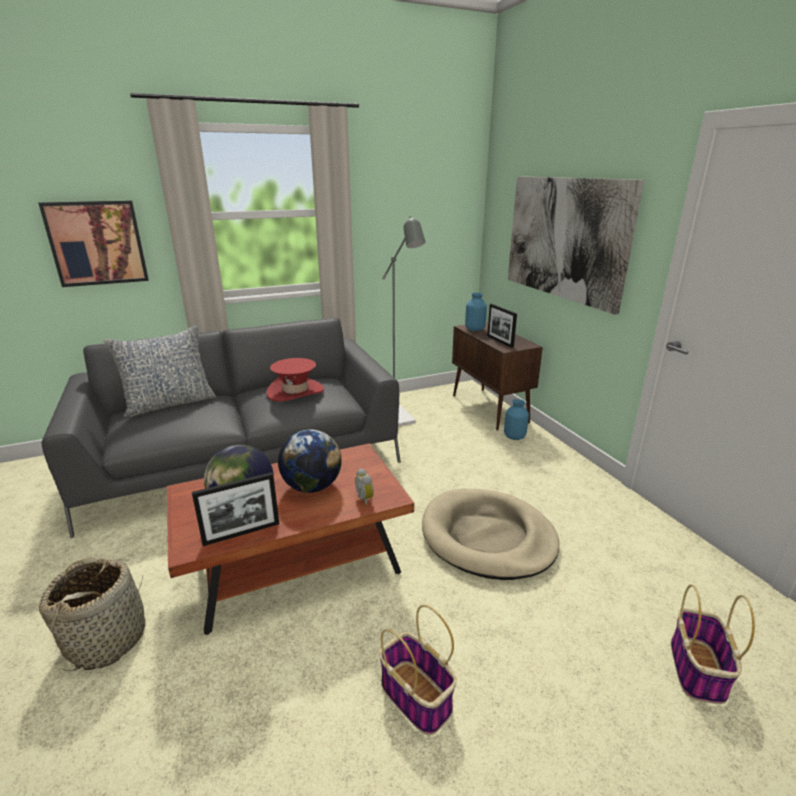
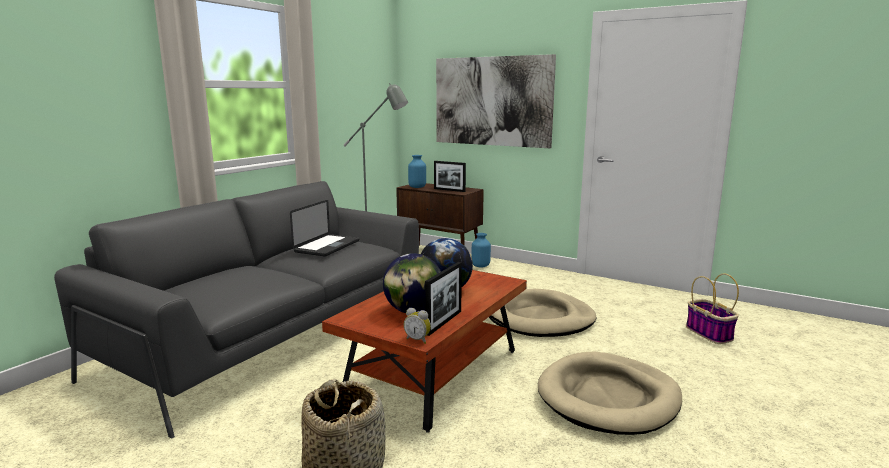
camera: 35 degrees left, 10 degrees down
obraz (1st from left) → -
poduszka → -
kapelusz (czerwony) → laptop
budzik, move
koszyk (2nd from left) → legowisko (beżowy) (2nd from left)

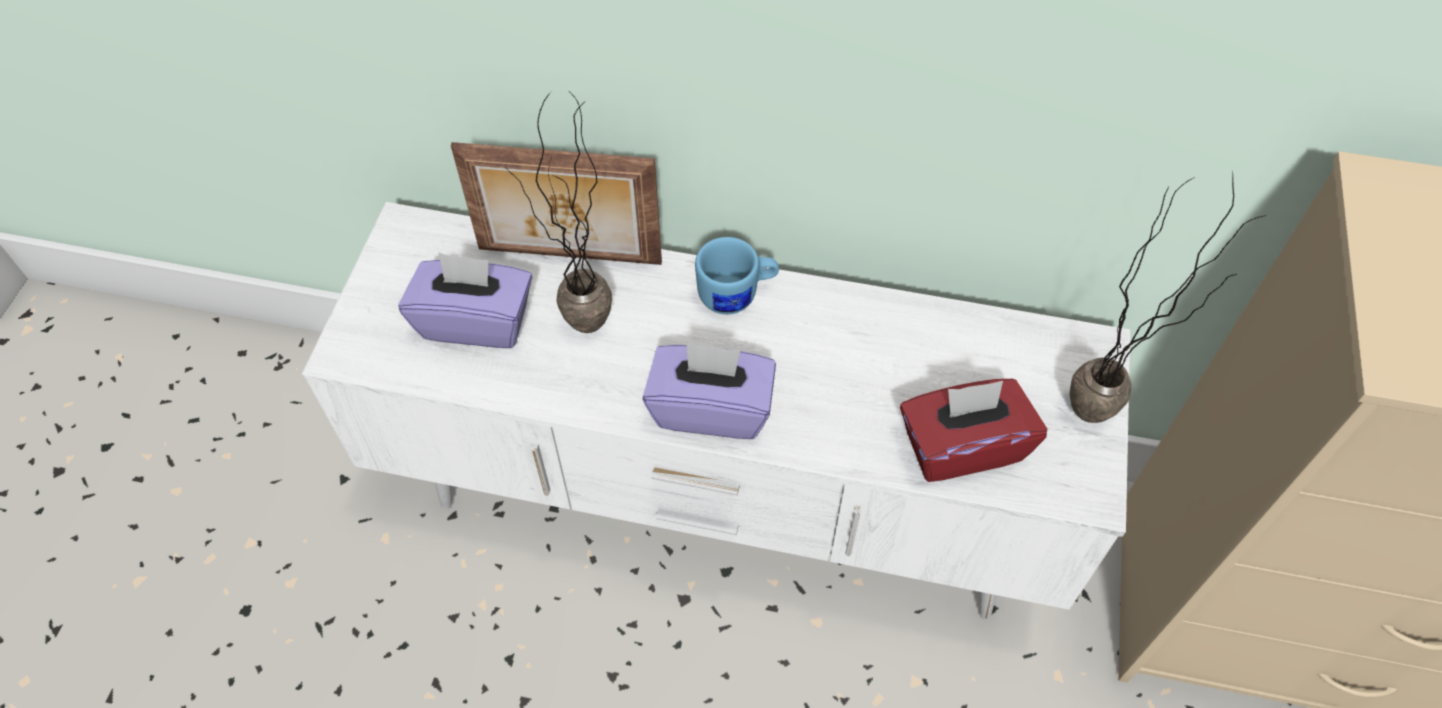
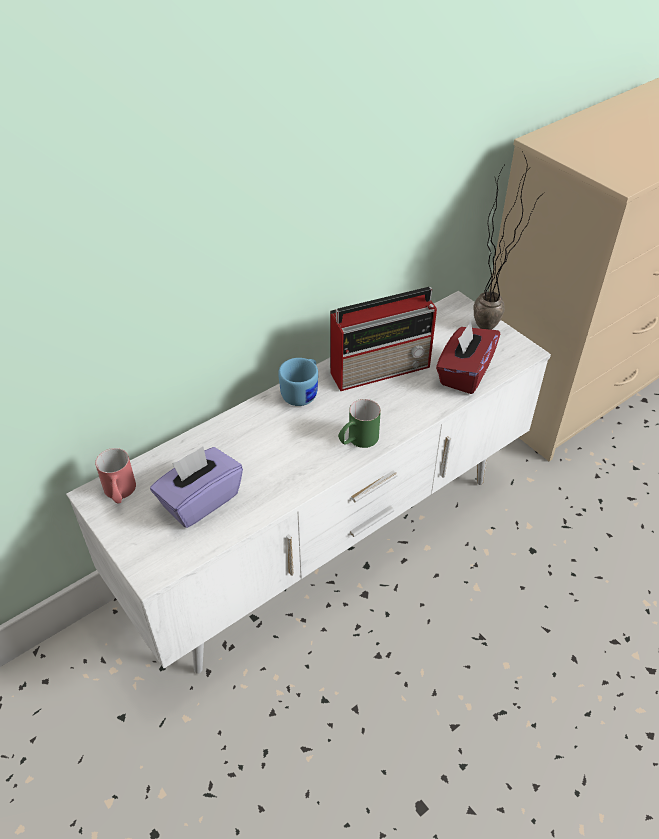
camera: 50 degrees left, 10 degrees down
roślina doniczkowa (1st from left) → -
ramka na zdjęcie → -
pudełko chusteczek (fioletowy) (2nd from left) → kubek (zielony)
- → radio
- → kubek (czerwony)

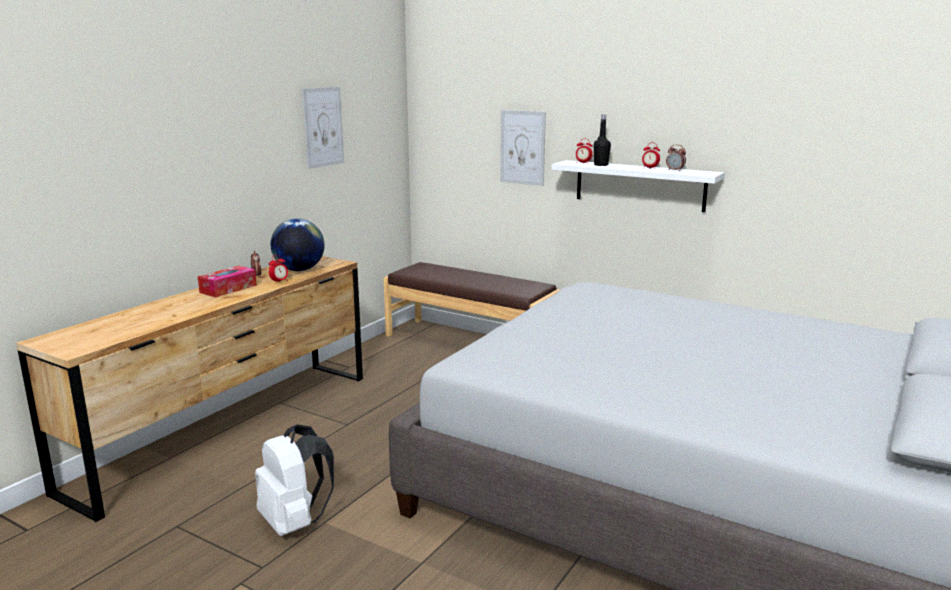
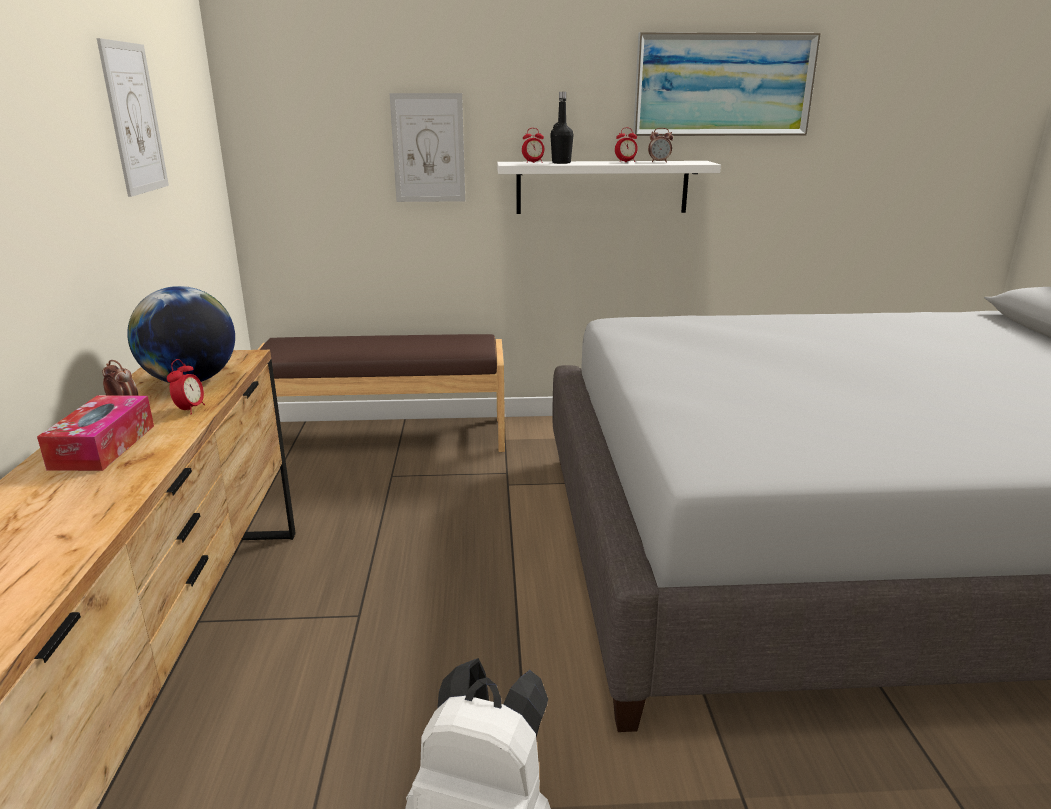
camera: 35 degrees left, 5 degrees up
- → obraz (3rd from left)

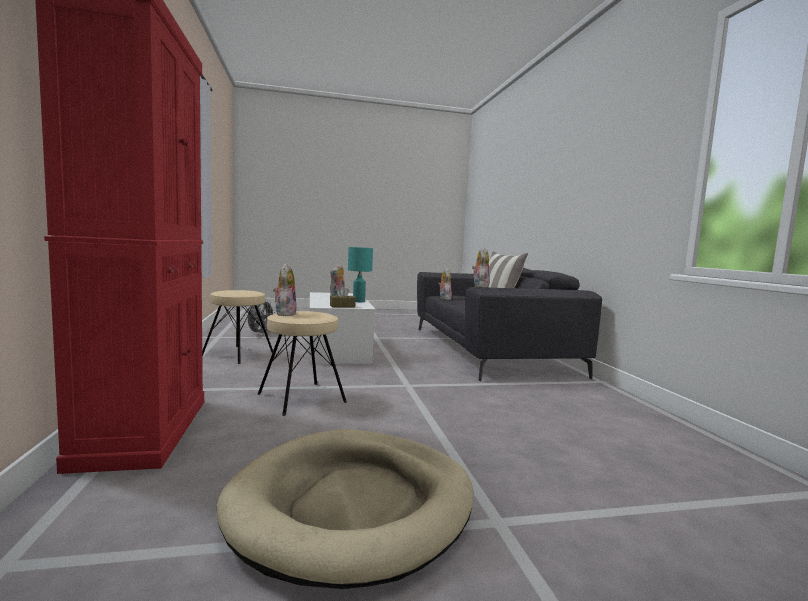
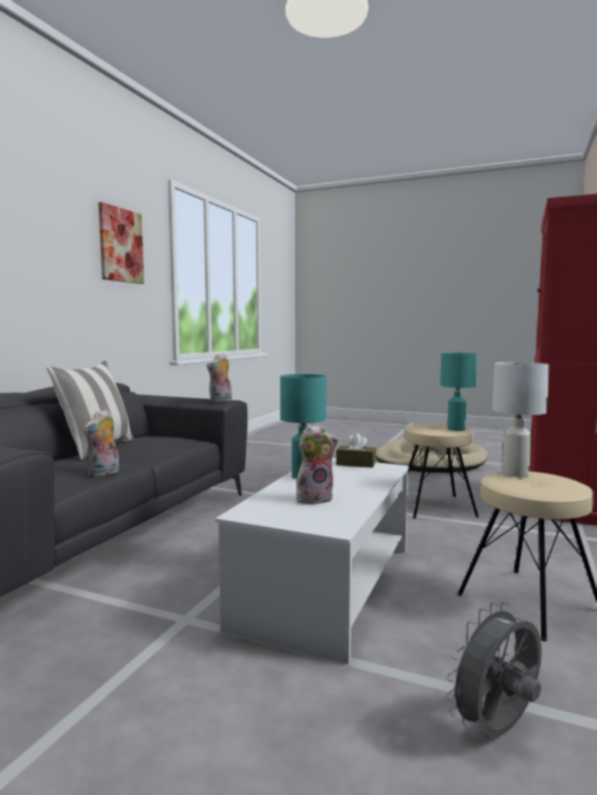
camera: 145 degrees left, 0 degrees up
pluszak (1st from left) → lampa stołowa (turkusowy) (2nd from left)
- → obraz
- → lampa stołowa (biały)

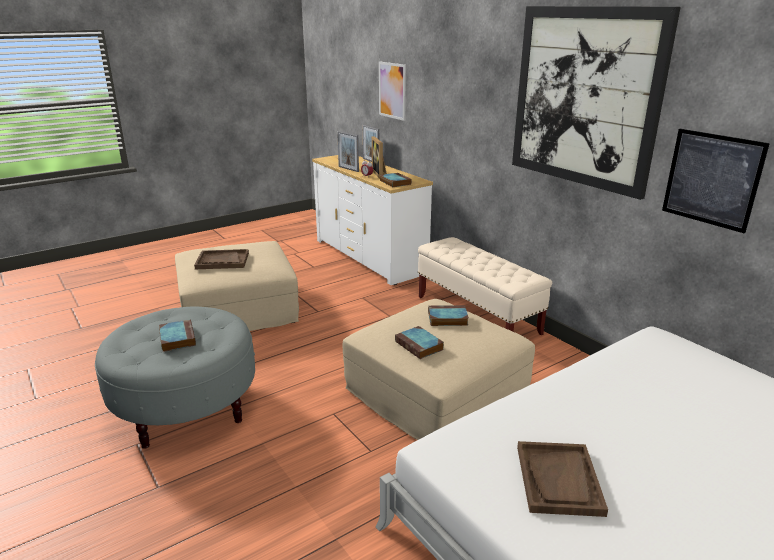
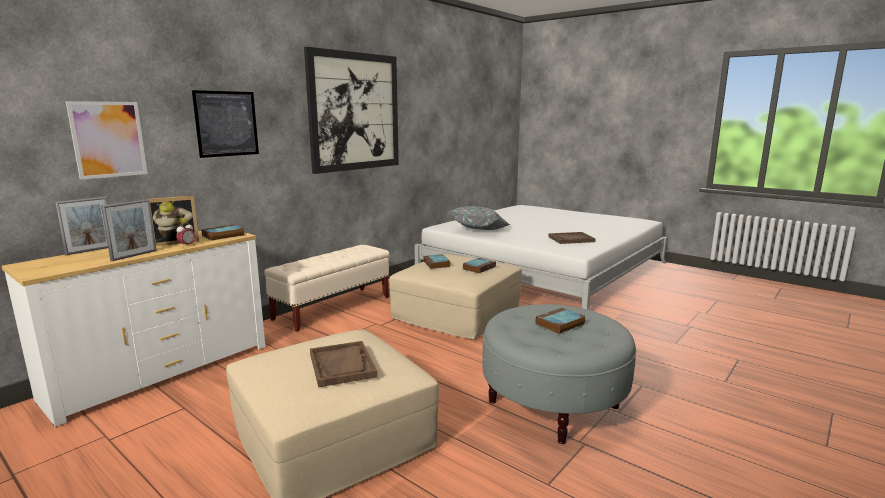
camera: 105 degrees left, 10 degrees down
obraz (3rd from left in the first image) → obraz (2nd from left), move
- → poduszka (szary)

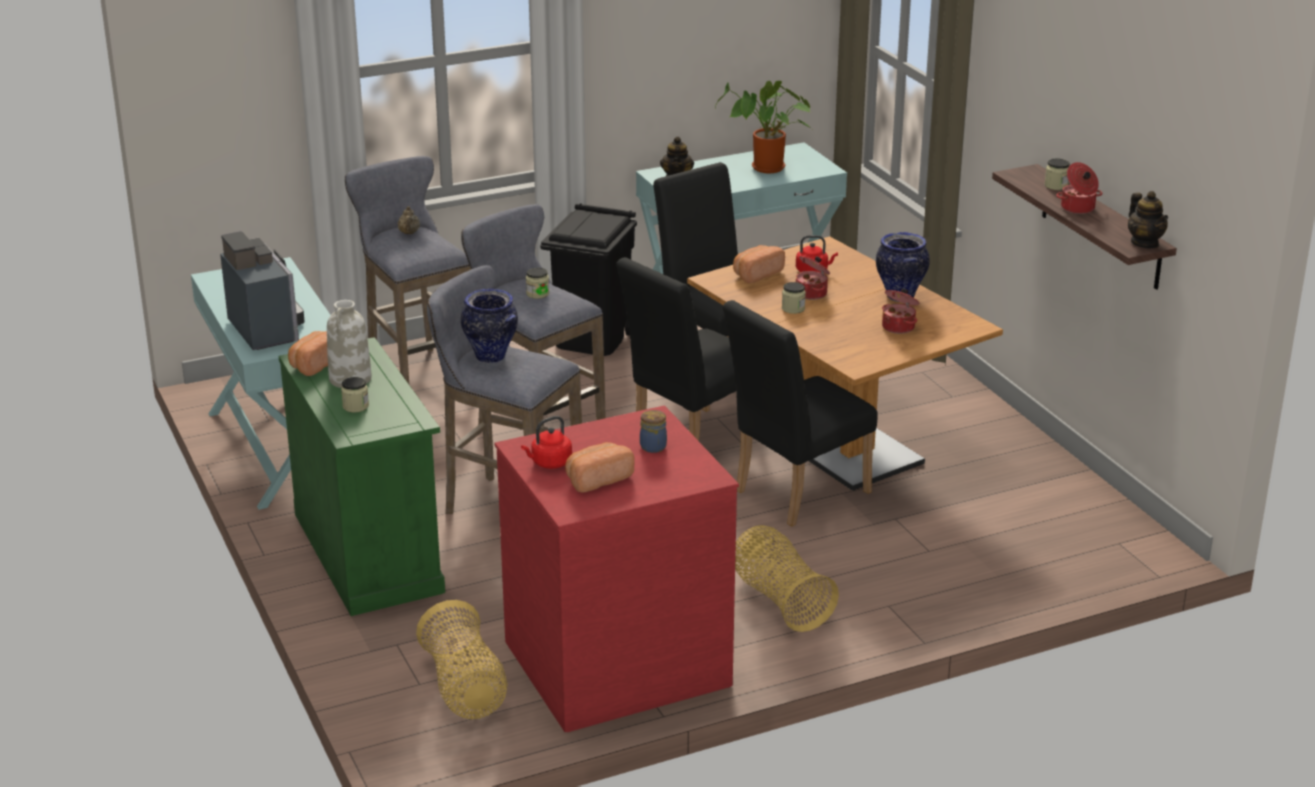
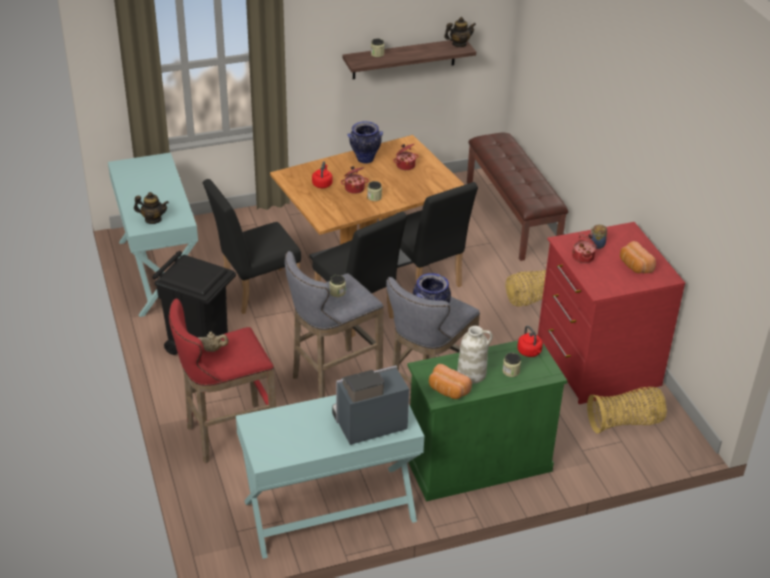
camera: 85 degrees left, 10 degrees up
roślina doniczkowa → -
stołek (szary) (1st from left) → stołek (czerwony)
garnek (3rd from left), move
chleb (3rd from left) → -
czajnik (czerwony) (1st from left in the first image) → czajnik (czerwony) (2nd from left), move
- → ławka (brązowy)

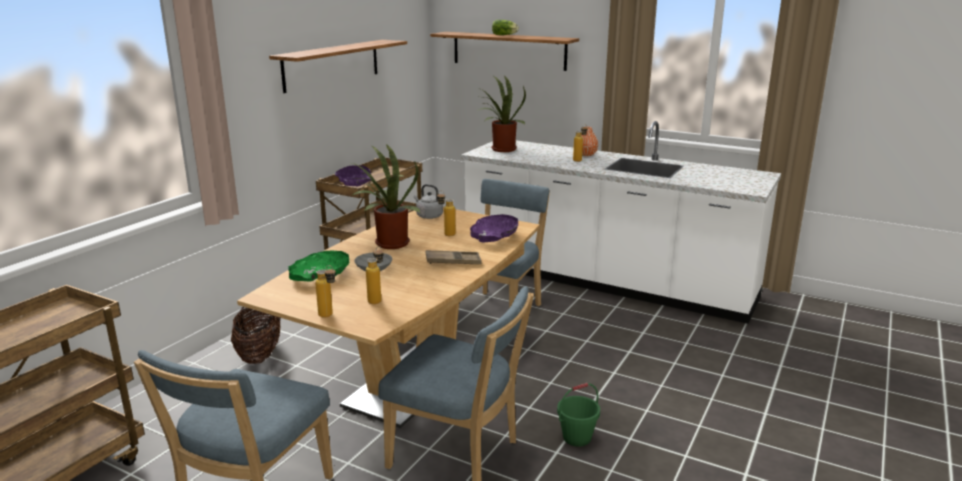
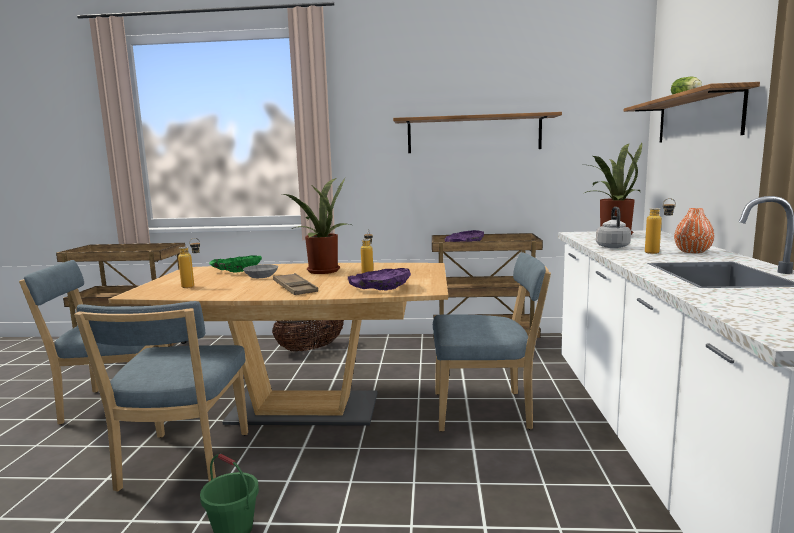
camera: 65 degrees right, 10 degrees down
czajnik (szary), move
butelka (1st from left) → -

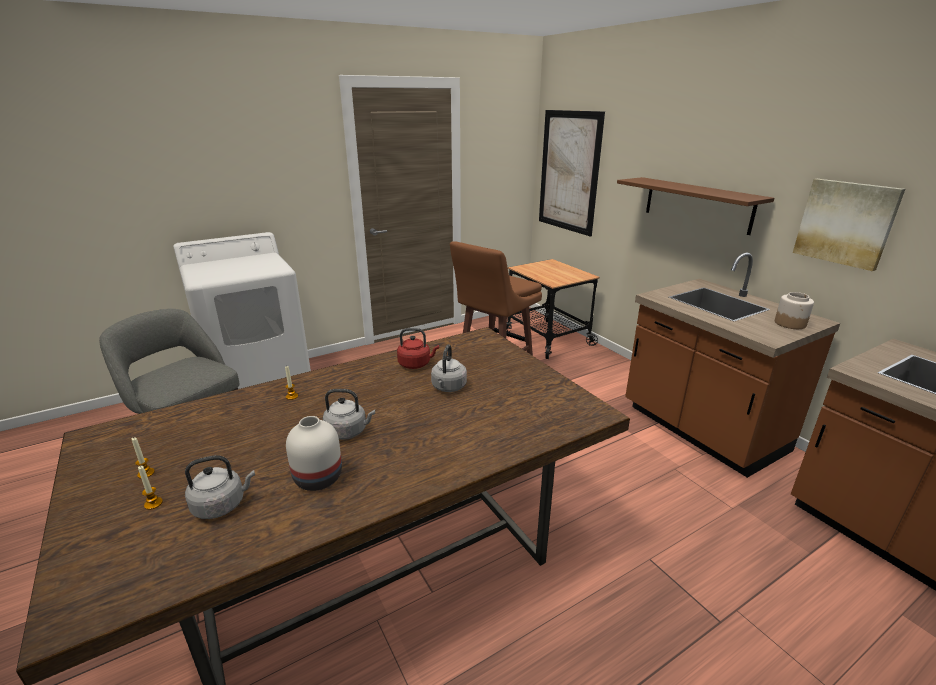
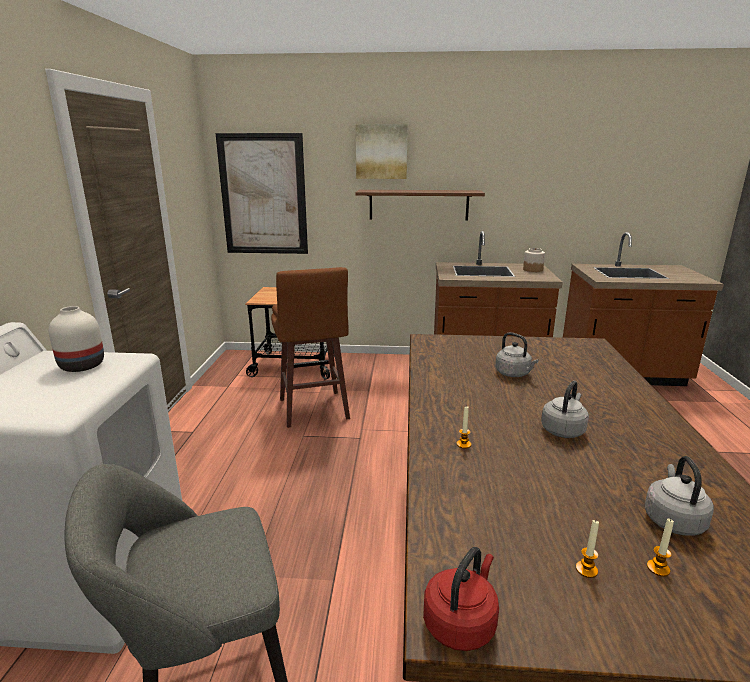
camera: 55 degrees left, 5 degrees down
obraz (2nd from left), move
czajnik (czerwony), move
wazon (biały), move

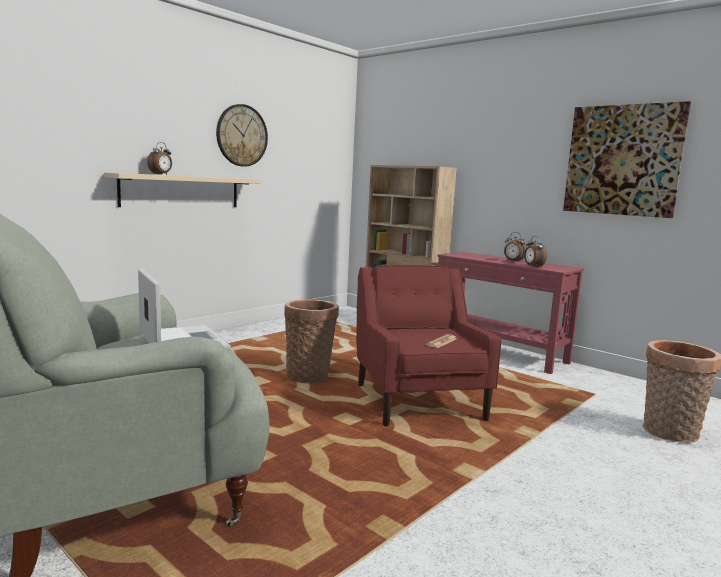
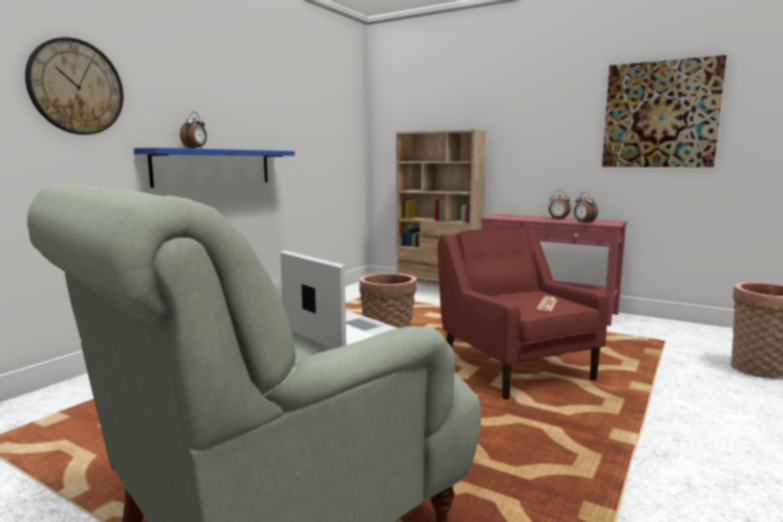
camera: 10 degrees left, 0 degrees up
zegar ścienny, move
półka (beżowy) → półka (niebieski)

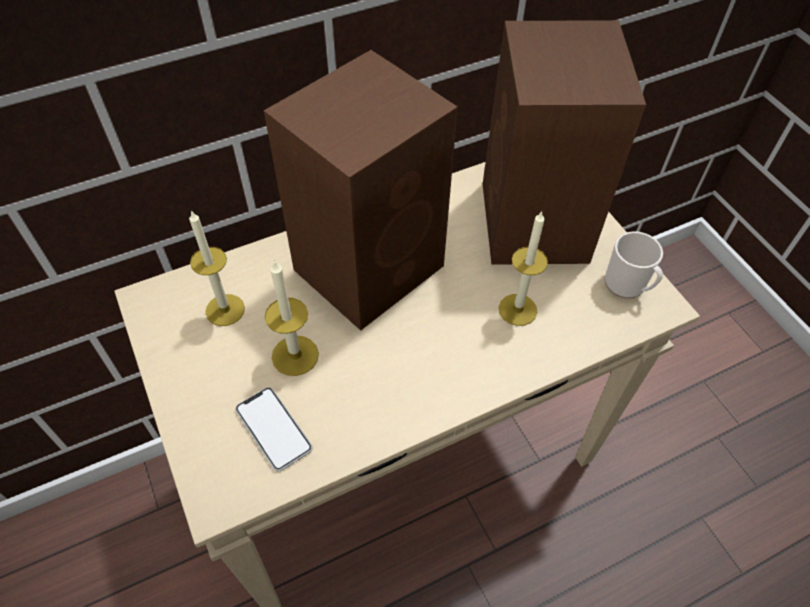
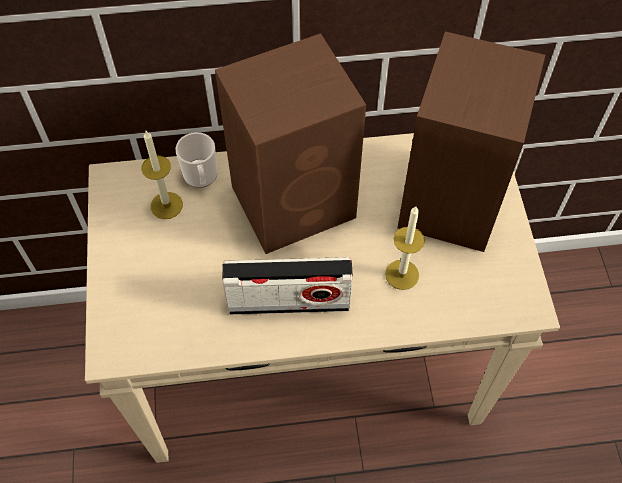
camera: 20 degrees right, 5 degrees up
kubek, move
świeca (2nd from left) → -
telefon → -
- → radio

